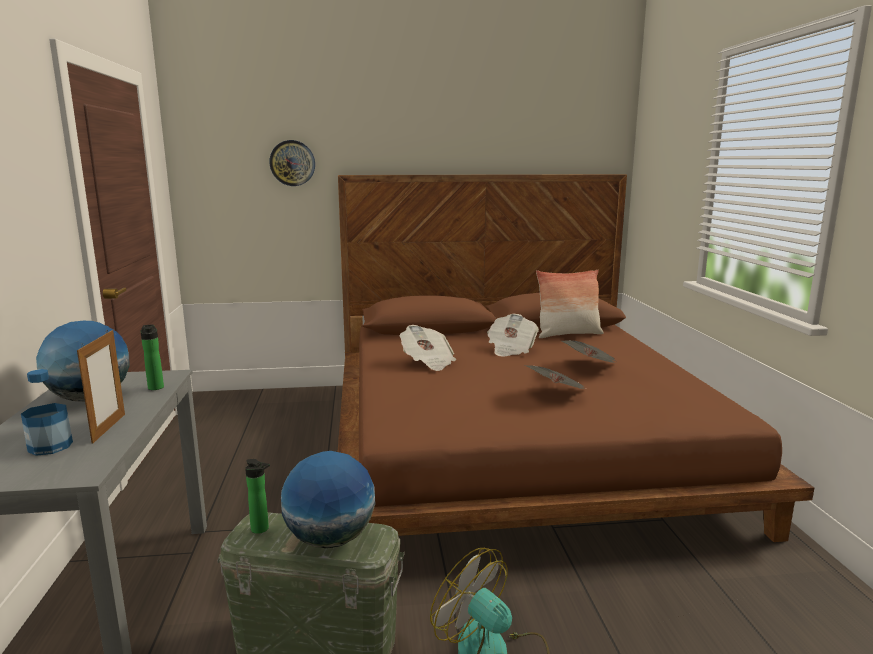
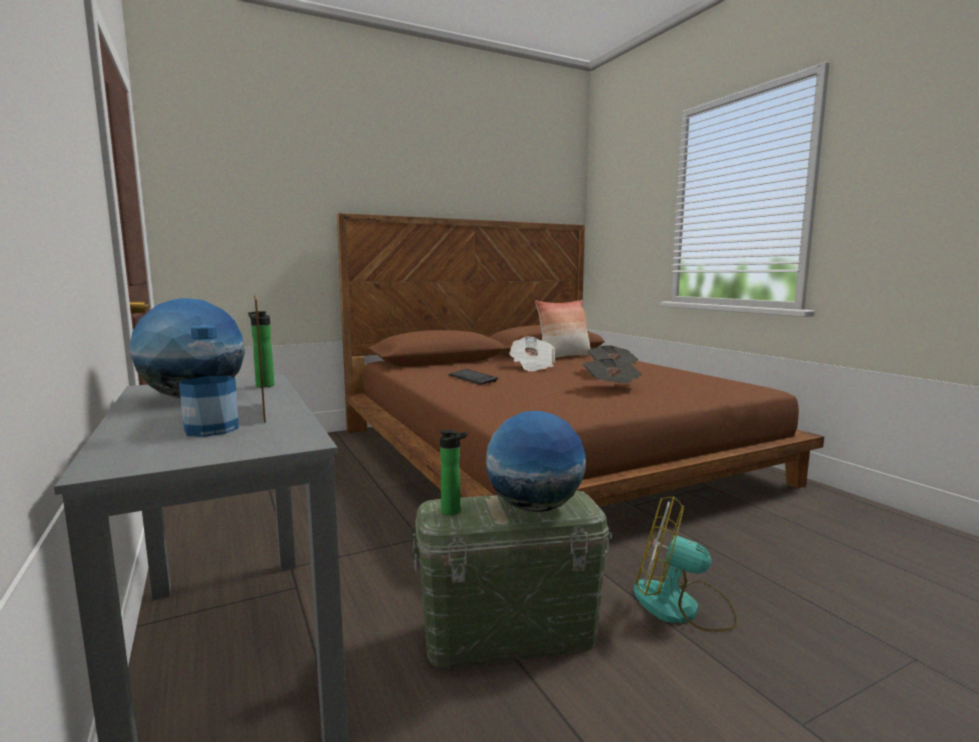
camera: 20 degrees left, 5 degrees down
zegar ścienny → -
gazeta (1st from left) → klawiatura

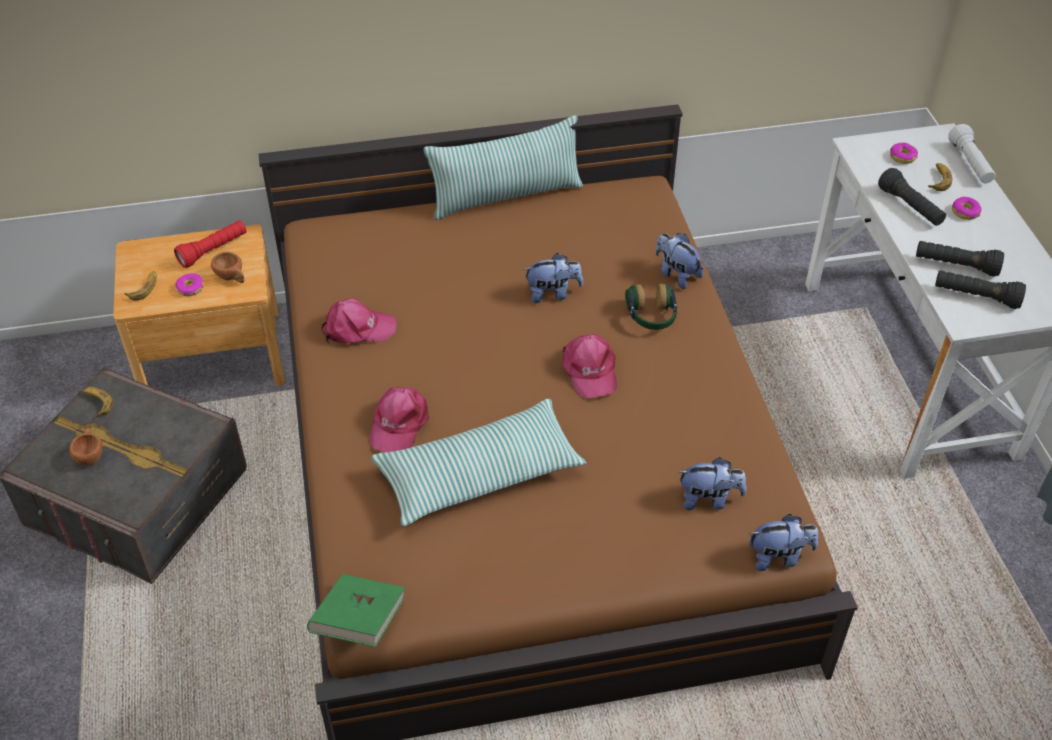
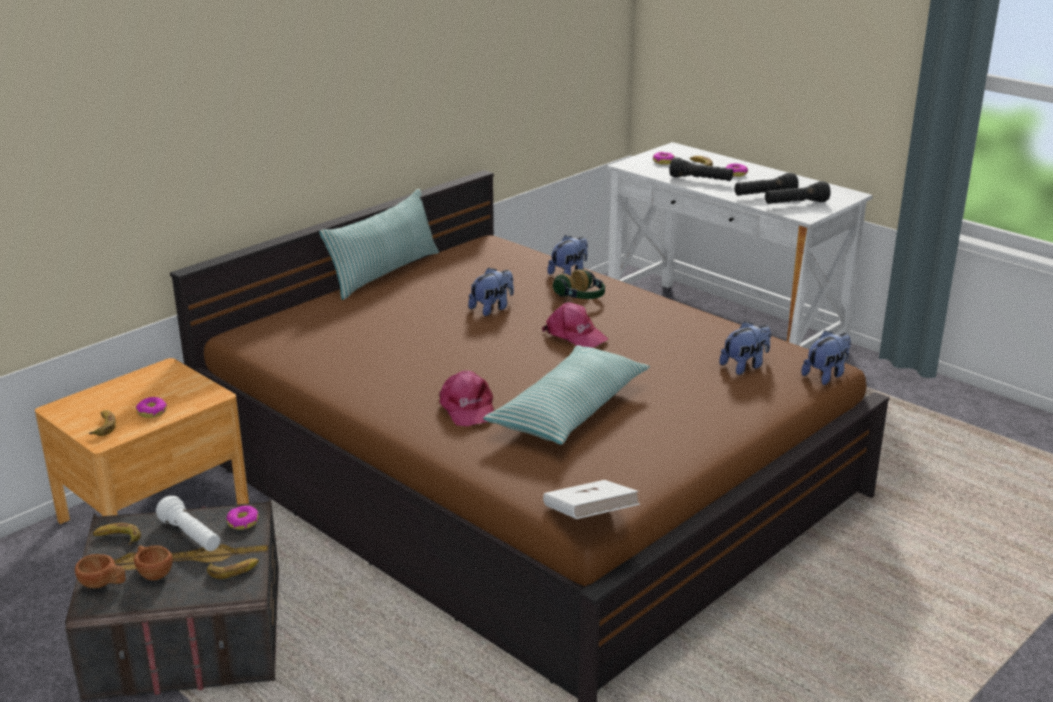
camera: 35 degrees left, 20 degrees down
latarka (biały), move
latarka (czerwony) → -
pluszak (2nd from left), 120 degrees clockwise
filiżanka (brązowy) (2nd from left in the first image) → filiżanka (brązowy) (1st from left), move
czapka z daszkiem (różowy) (1st from left) → -
książka (zielony) → książka (biały)
- → donut (2nd from left)
- → banan (3rd from left)

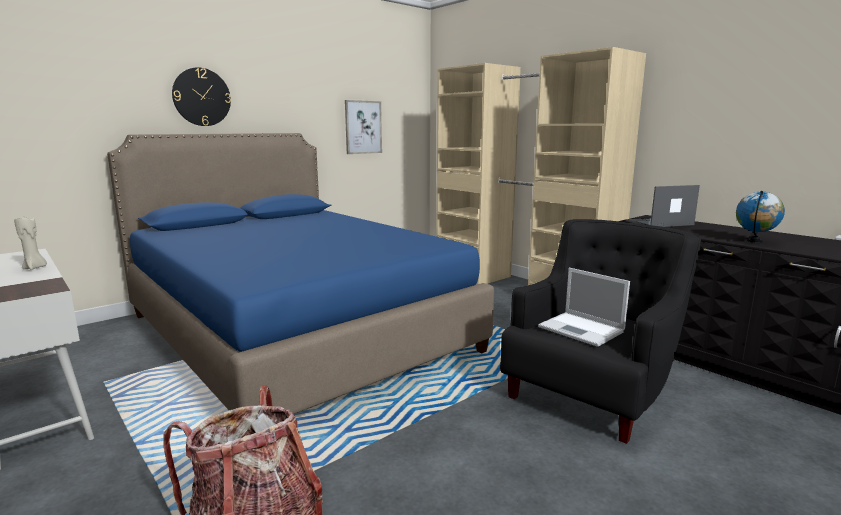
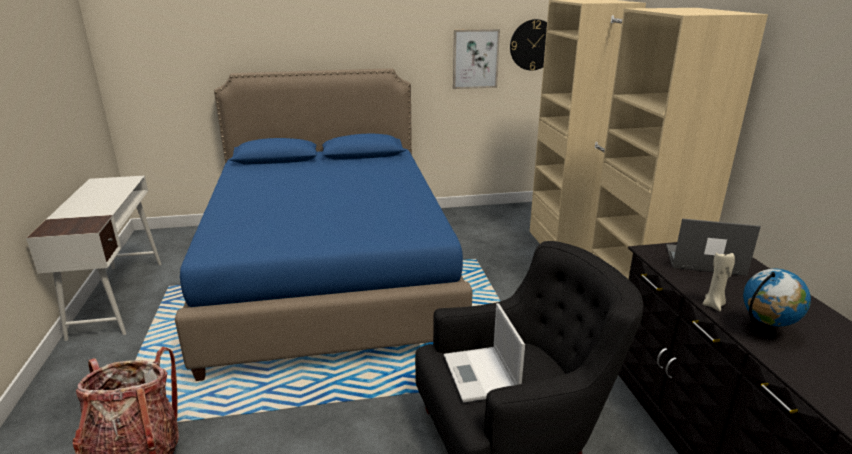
camera: 30 degrees right, 10 degrees up
zegar ścienny, move
świeca (beżowy), move

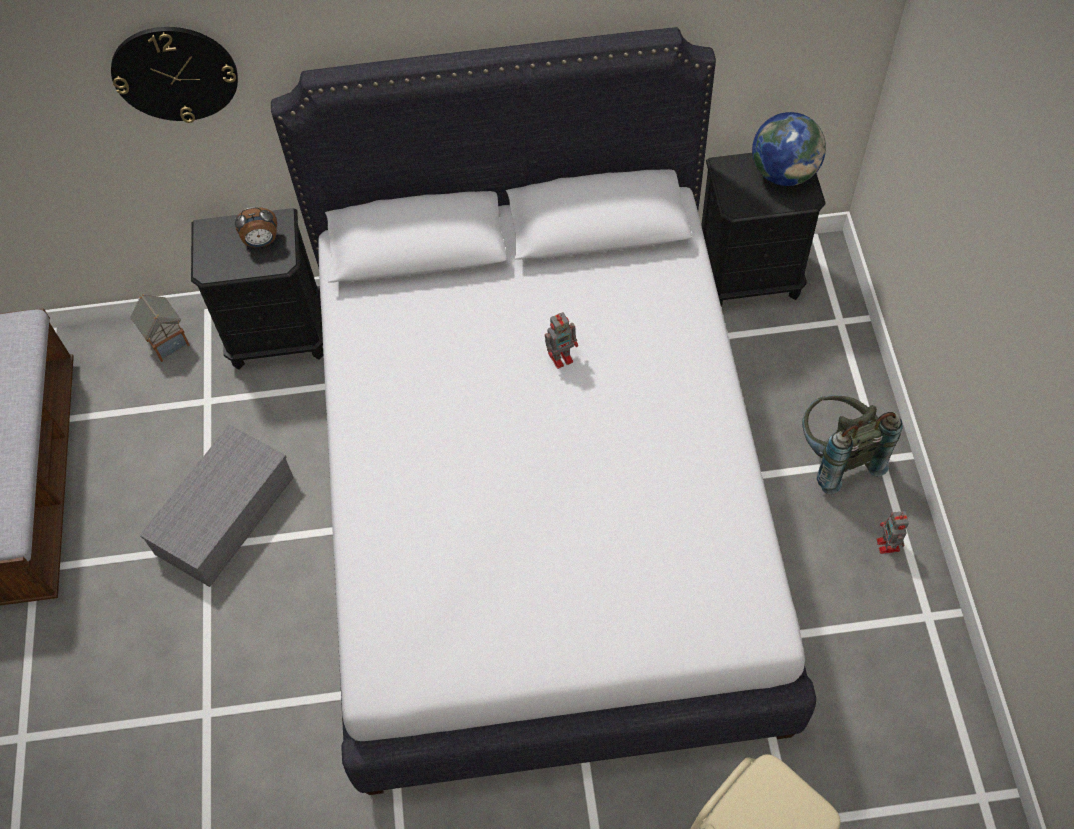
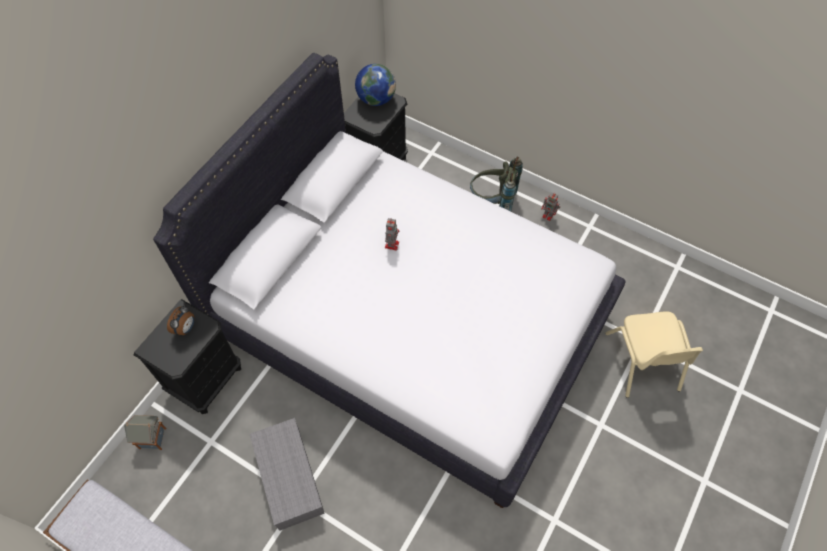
camera: 55 degrees left, 0 degrees up
zegar ścienny → -

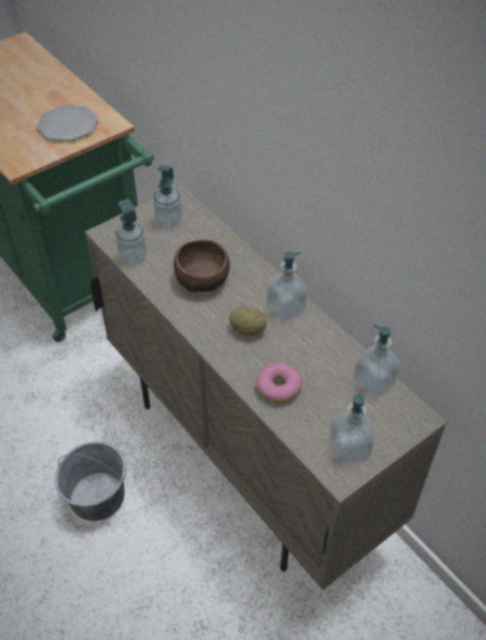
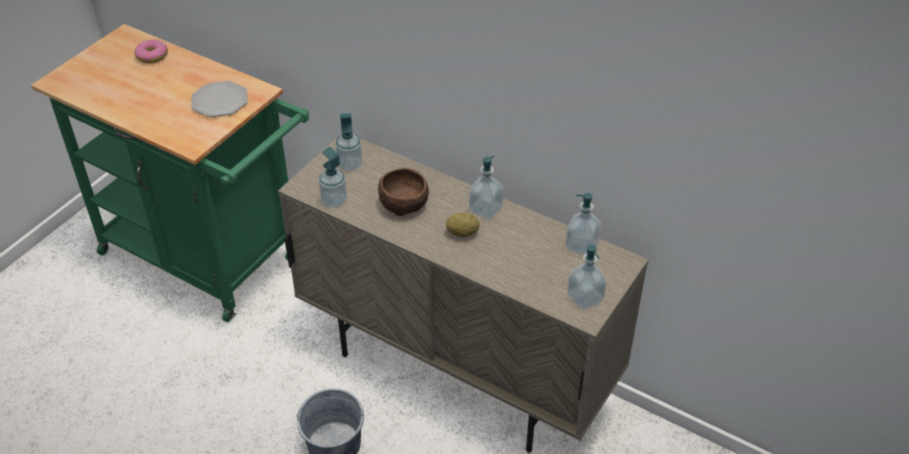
camera: 20 degrees left, 5 degrees down
donut, move

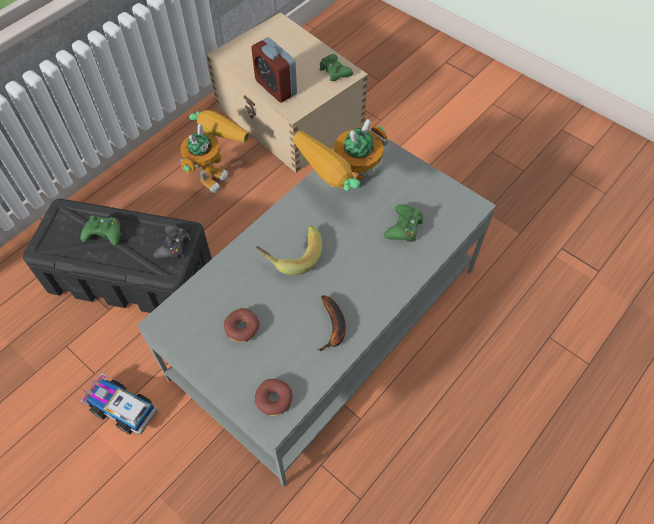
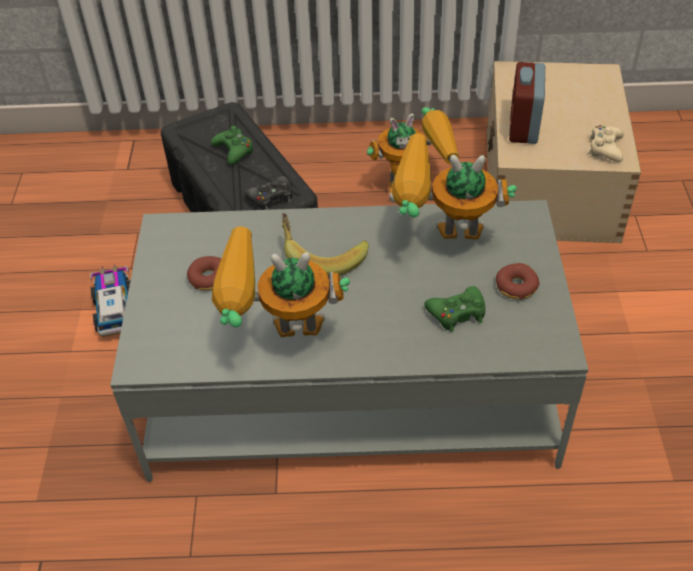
camera: 50 degrees right, 10 degrees down
pad do gier (zielony) (2nd from left) → pad do gier (beżowy)
banan (2nd from left) → robot zabawkowy (1st from left)
donut (2nd from left), move

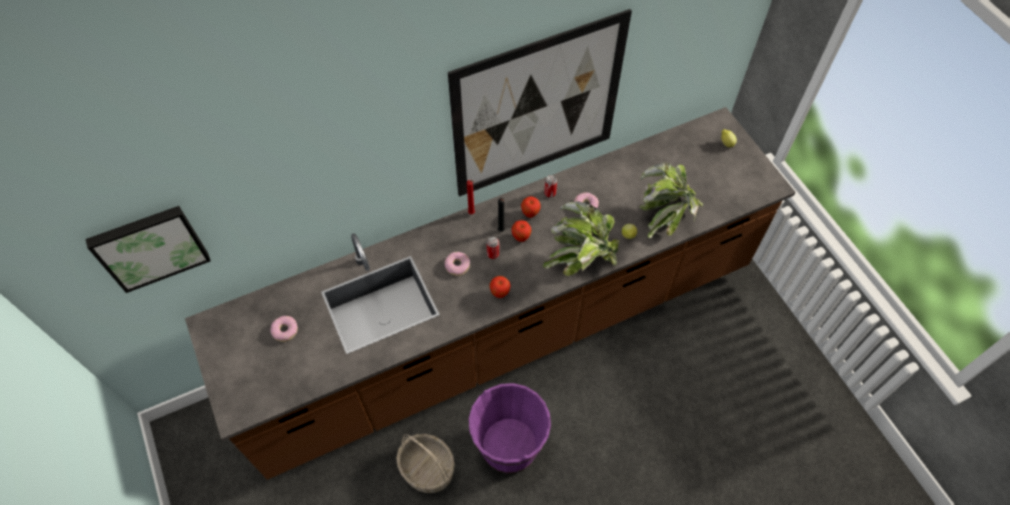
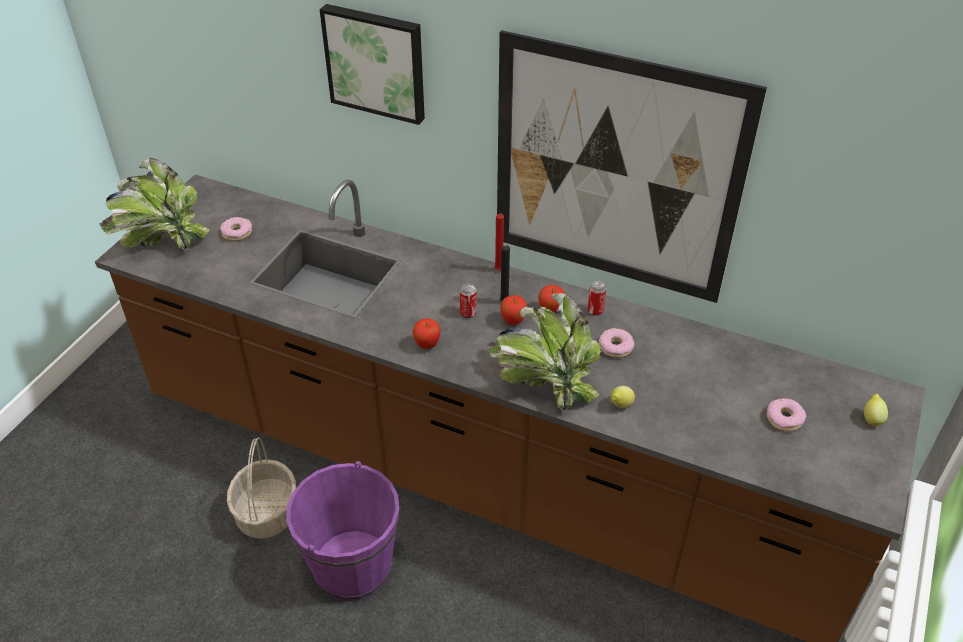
camera: 50 degrees right, 15 degrees down
roślina doniczkowa (2nd from left in the first image) → roślina doniczkowa (1st from left), move
obraz (1st from left), move
donut (2nd from left in the first image) → donut (3rd from left), move

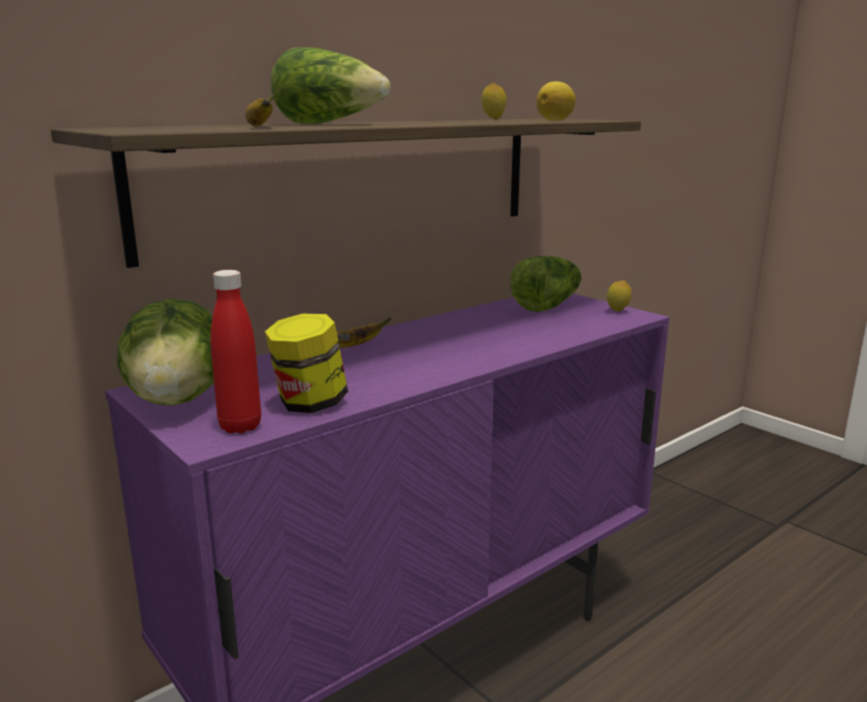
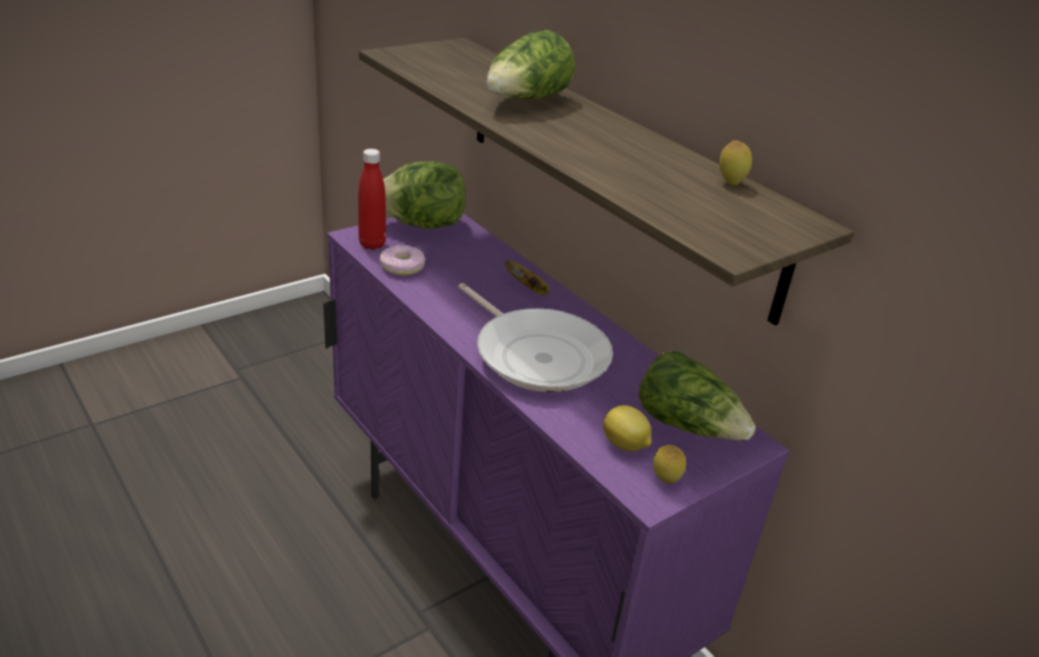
camera: 90 degrees right, 15 degrees up
cytryna (2nd from left in the first image) → cytryna (1st from left), move
banan (1st from left) → -
słoik → donut
- → patelnia

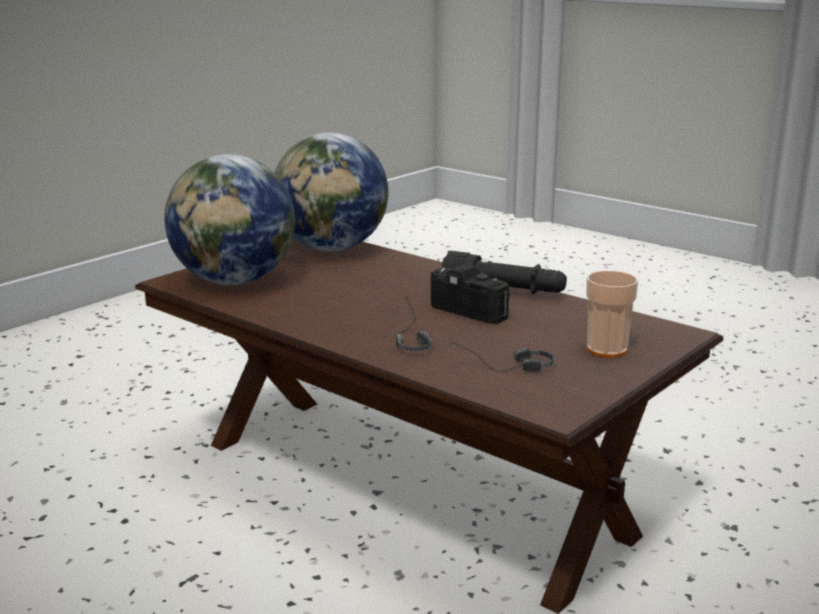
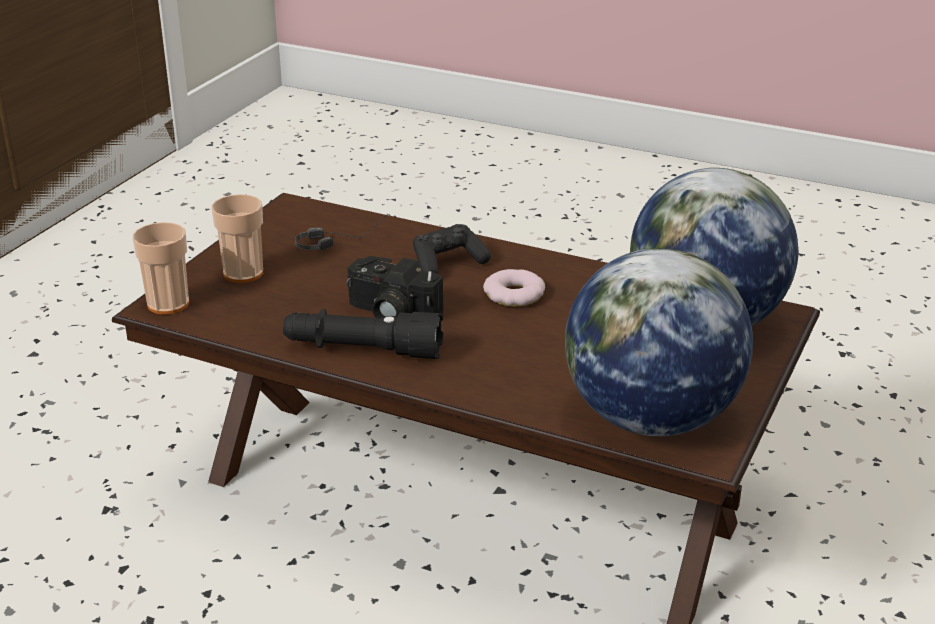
camera: 165 degrees right, 10 degrees up
słuchawki (1st from left) → pad do gier (czarny)
- → filiżanka (1st from left)
- → donut

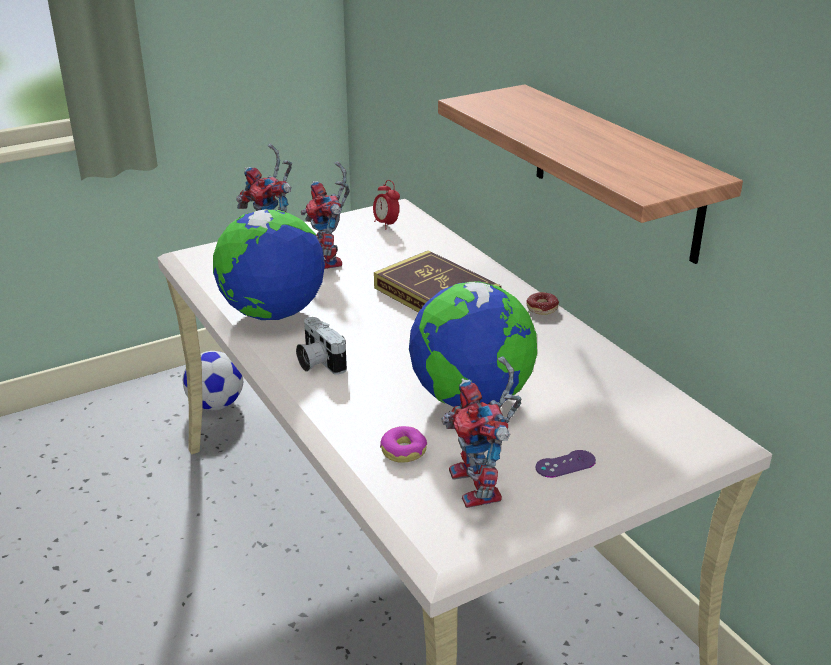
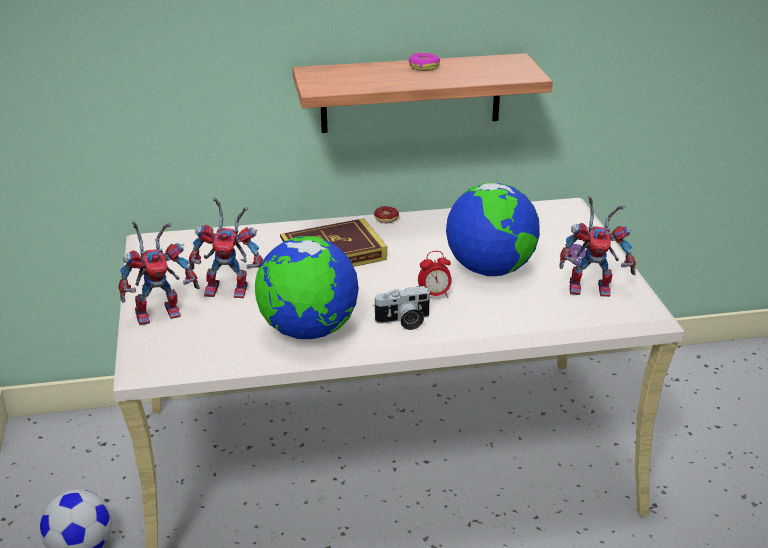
camera: 70 degrees left, 0 degrees up
budzik, move
donut (1st from left in the first image) → donut (2nd from left), move

